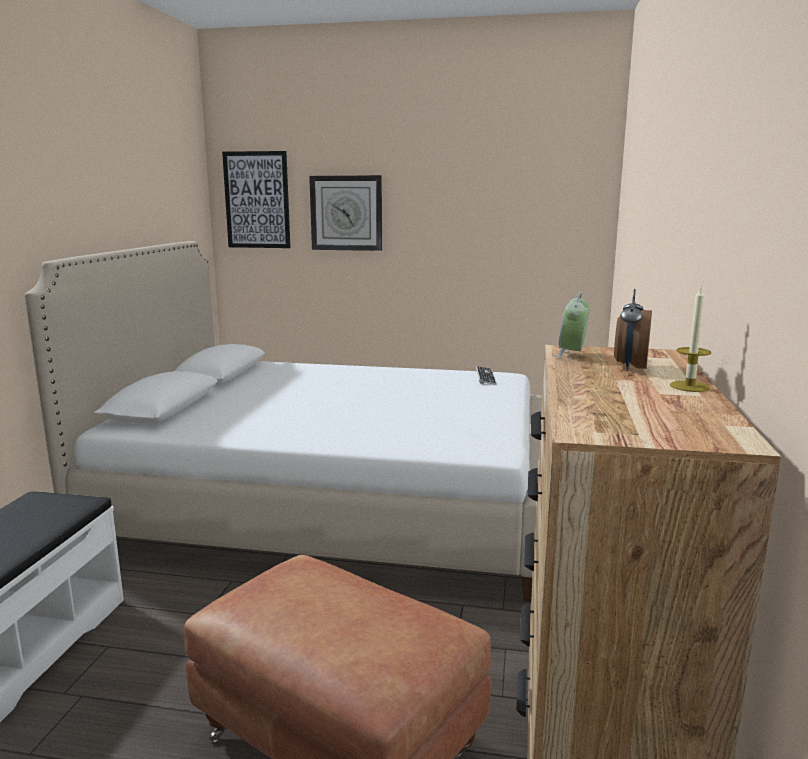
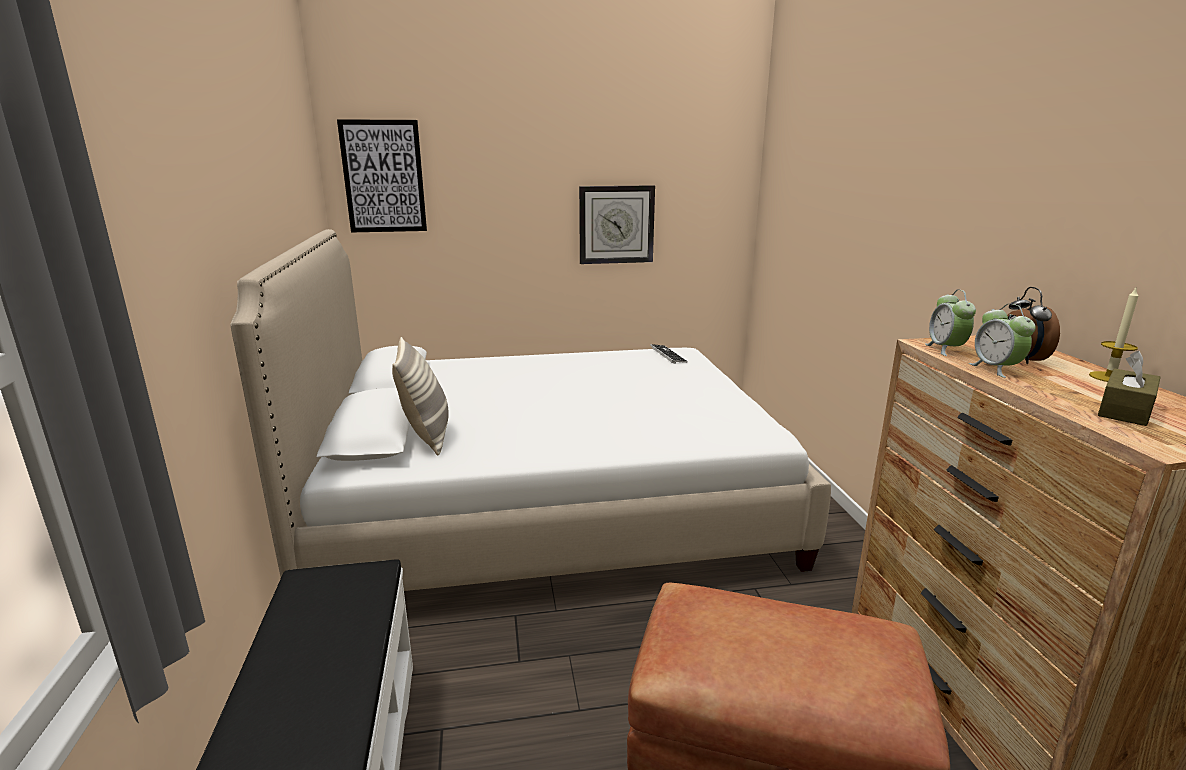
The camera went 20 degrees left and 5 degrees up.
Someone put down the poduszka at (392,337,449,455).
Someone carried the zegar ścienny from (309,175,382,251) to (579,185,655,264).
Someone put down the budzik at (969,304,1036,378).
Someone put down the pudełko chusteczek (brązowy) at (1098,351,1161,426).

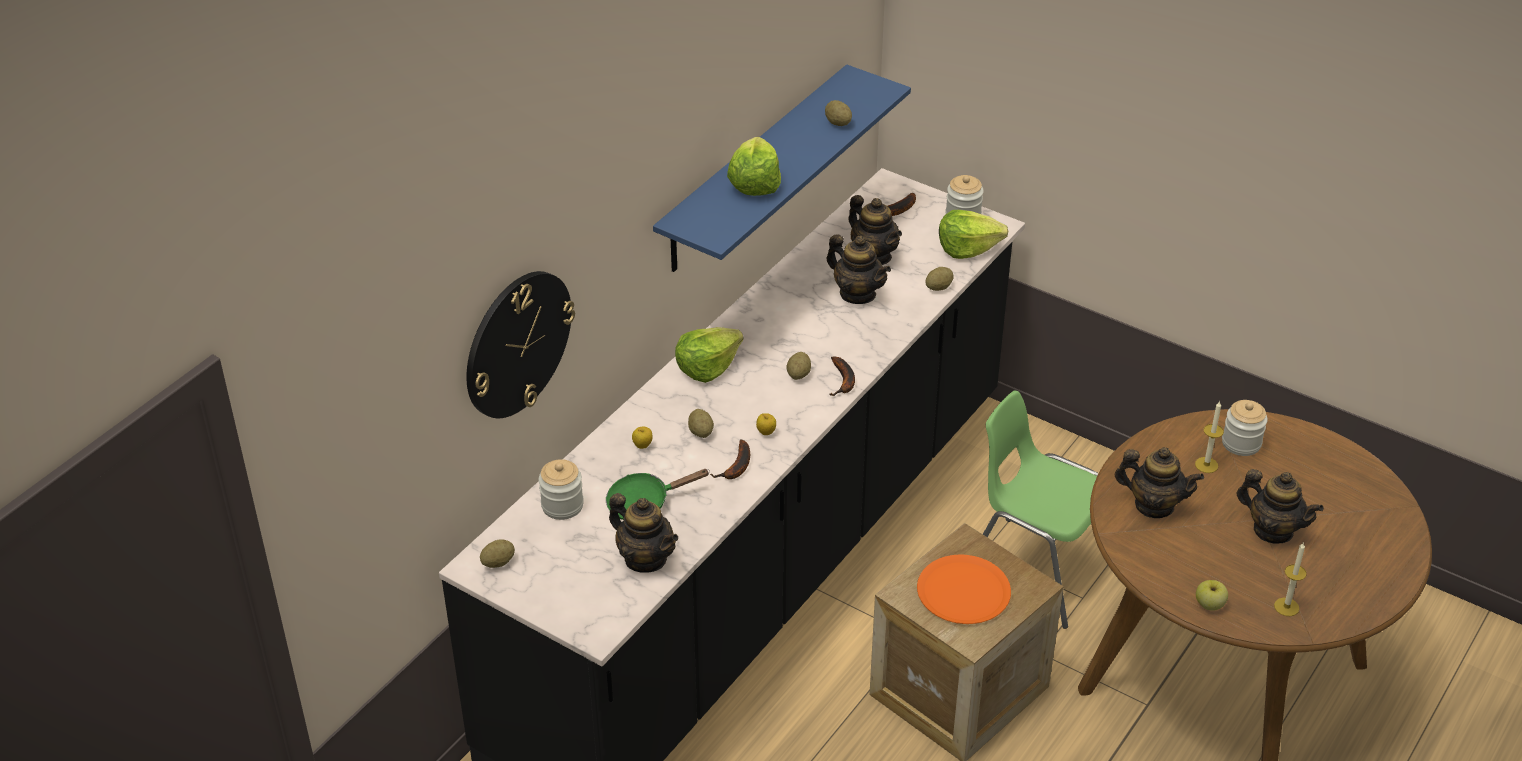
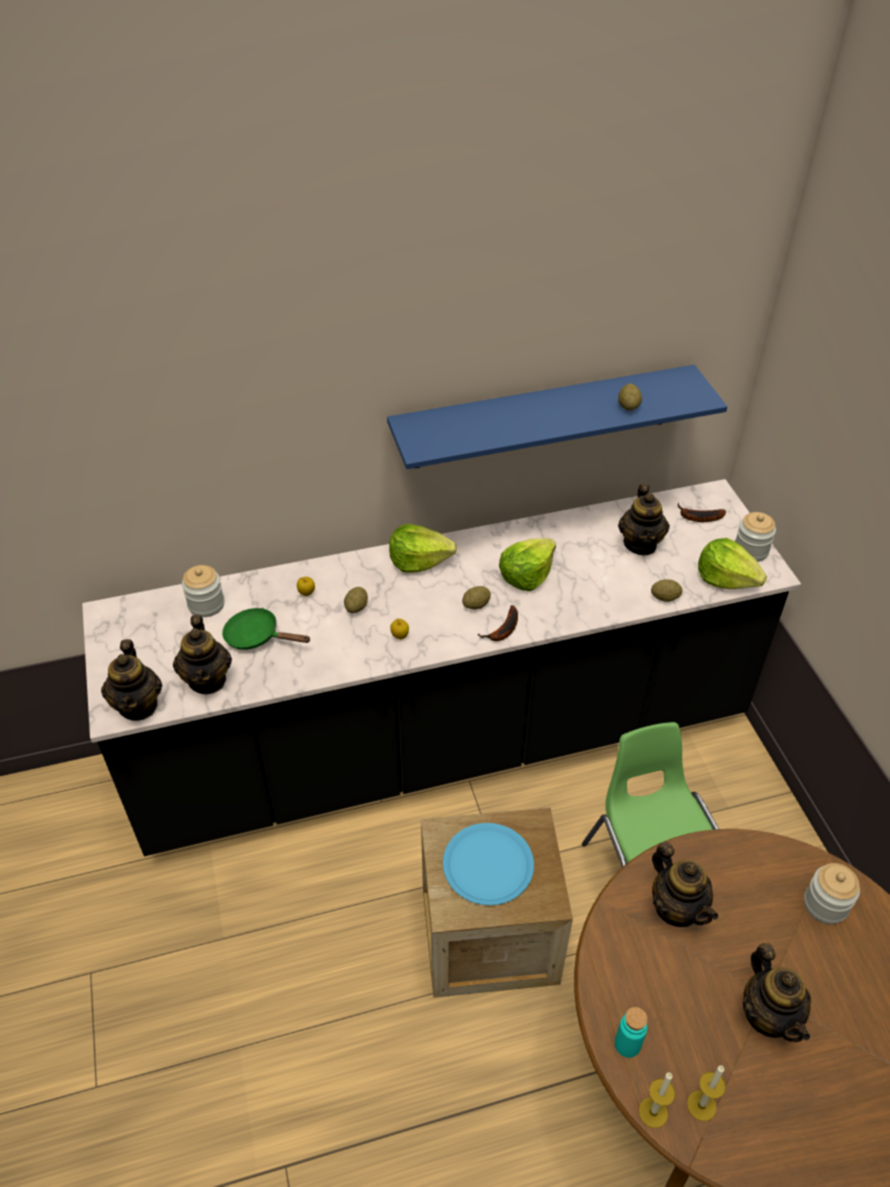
The camera went 40 degrees right and 5 degrees up.
Someone carried the imbryk from (827,234,891,304) to (101,639,162,721).
Someone repainted the talerz (pomarańczowy) at (917,555,1011,624), which became the talerz (niebieski) at (443,823,534,905).
Someone carried the sałata from (727,137,781,196) to (499,538,556,591).
Someone swapped the jabłko at (1196,580,1228,611) for the butelka (turkusowy) at (615,1007,648,1058).
Someone carried the świeca from (1195,401,1224,473) to (639,1073,675,1128).
Someone took away the zegar ścienny at (466,271,575,418).
Someone took away the ziemniak at (480,539,515,568).
Someone took away the banan at (710,439,750,479).

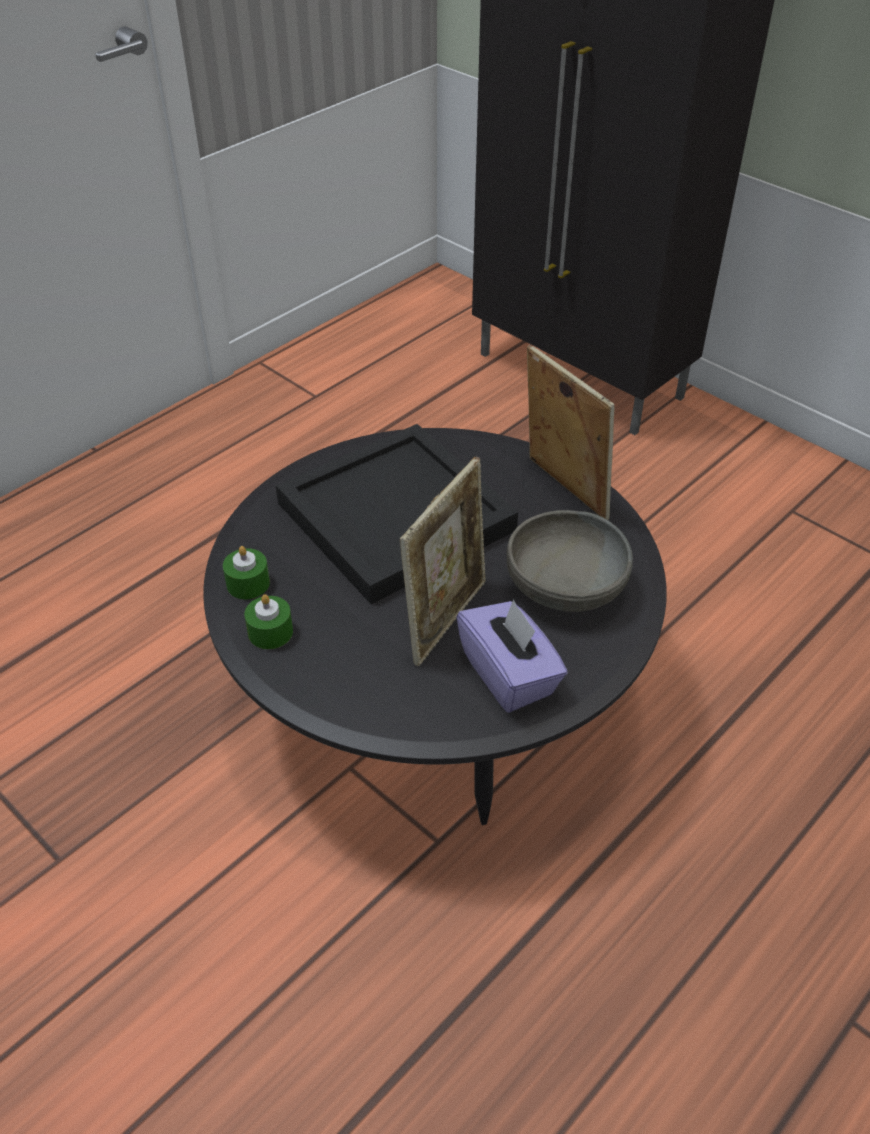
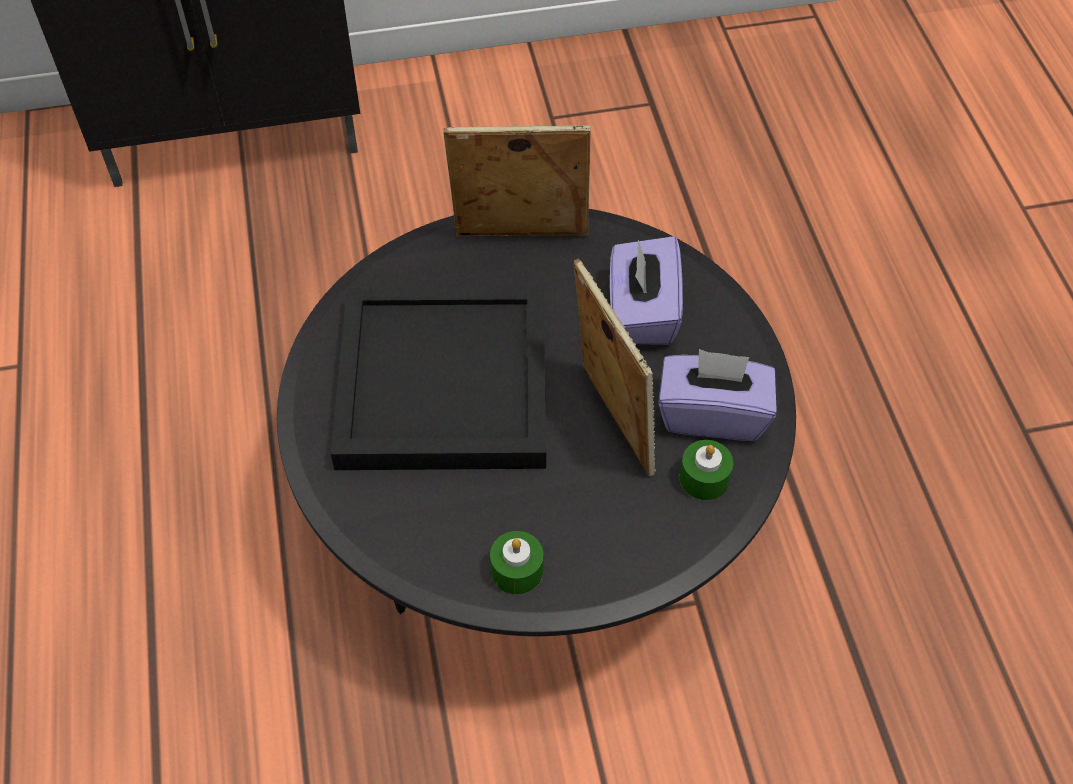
The camera went 55 degrees left and 10 degrees up.
Someone swapped the miska (szary) at (507,510,633,612) for the pudełko chusteczek (fioletowy) at (610,236,683,345).
Someone carried the świeca (zielony) from (223,546,270,599) to (679,440,733,500).

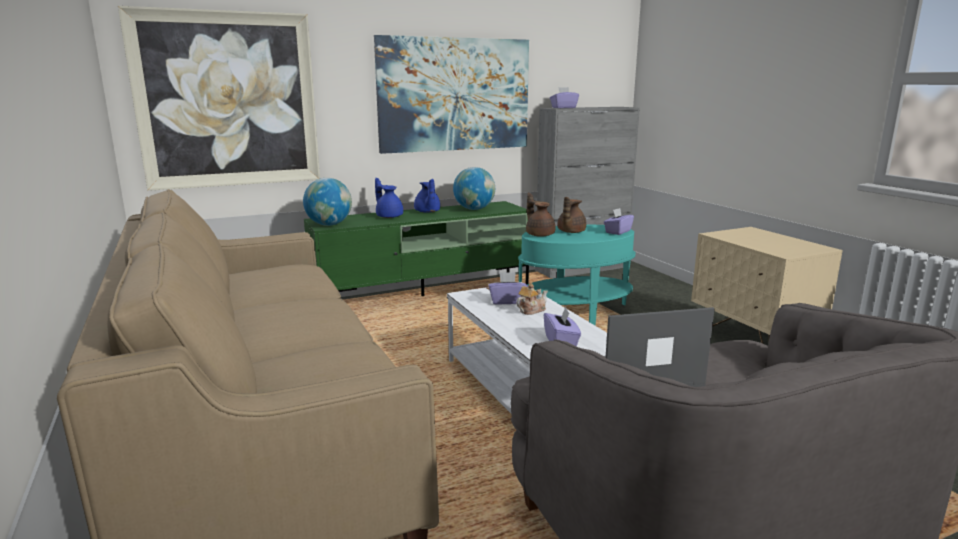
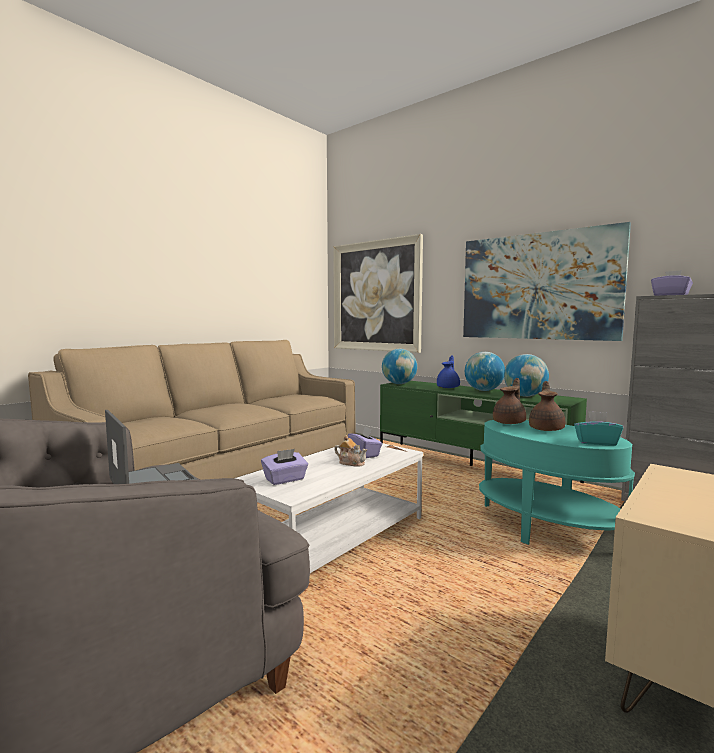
The camera went 65 degrees right and 10 degrees down.
Someone swapped the imbryk (niebieski) at (414,179,440,213) for the globus at (465,352,505,391).
Someone rotated the imbryk (brązowy) at (557,197,586,233) by 105 degrees clockwise.
Someone repainted the pudełko chusteczek (fioletowy) at (604,208,634,235), which became the pudełko chusteczek (turkusowy) at (574,411,623,446).

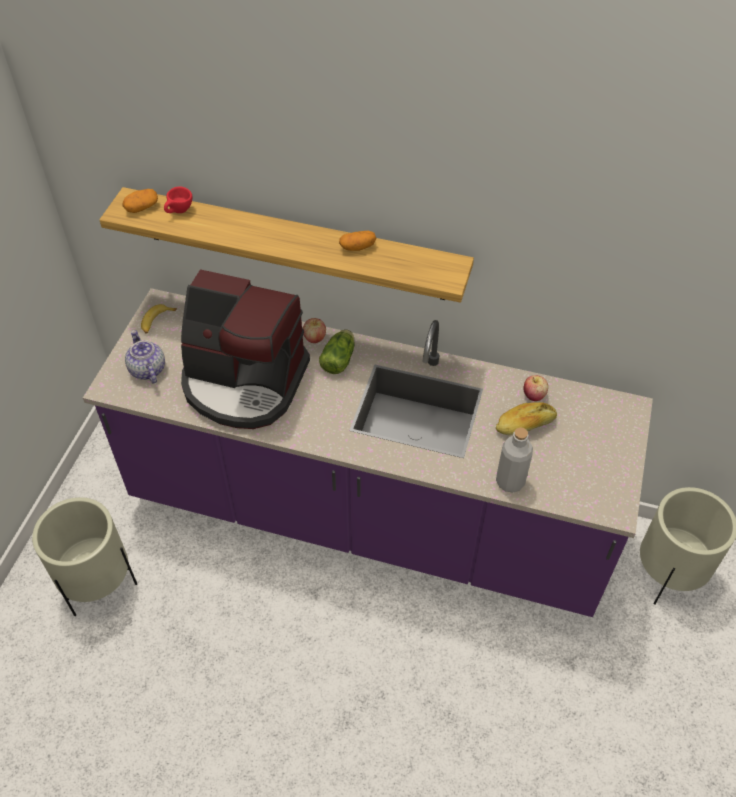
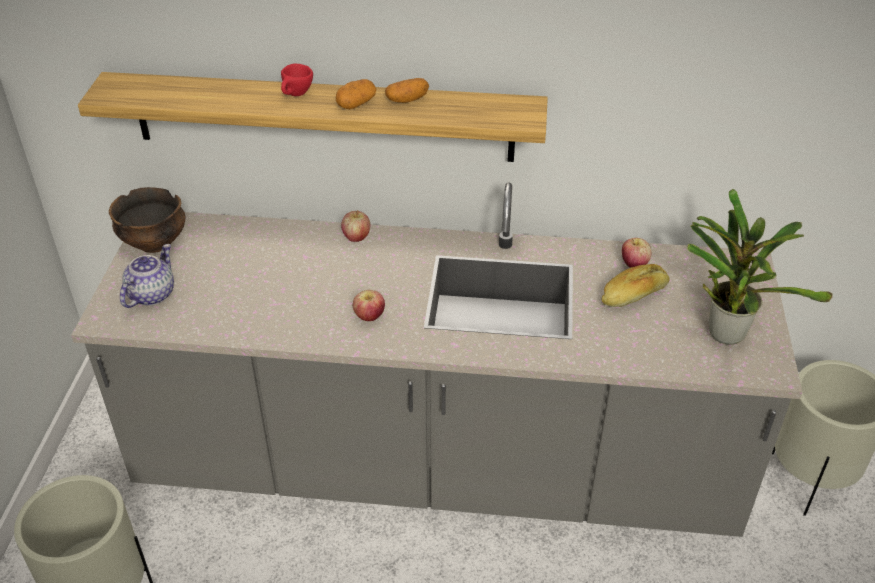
The camera went 10 degrees left and 10 degrees down.
Someone repainted the zabudowa kuchenna (fioletowy) at (83,288,653,617), which became the zabudowa kuchenna (szary) at (71,182,803,537).
Someone swapped the banan at (141,304,177,334) for the miska at (109,187,186,253).
Someone rotated the imbryk at (125,330,165,384) by 60 degrees clockwise.
Someone carried the filiżanka (czerwony) from (164,186,192,213) to (281,64,313,96).
Someone carried the ziemniak from (123,189,158,213) to (336,79,376,109).
Someone put down the jabłko at (353,290,385,321).
Someone put down the roślina doniczkowa at (687,189,833,345).
Someone took away the ekspres do kawy at (181,269,310,429).
Someone took away the sałata at (319,329,355,374).
Someone took away the butelka (szary) at (496,427,533,493).

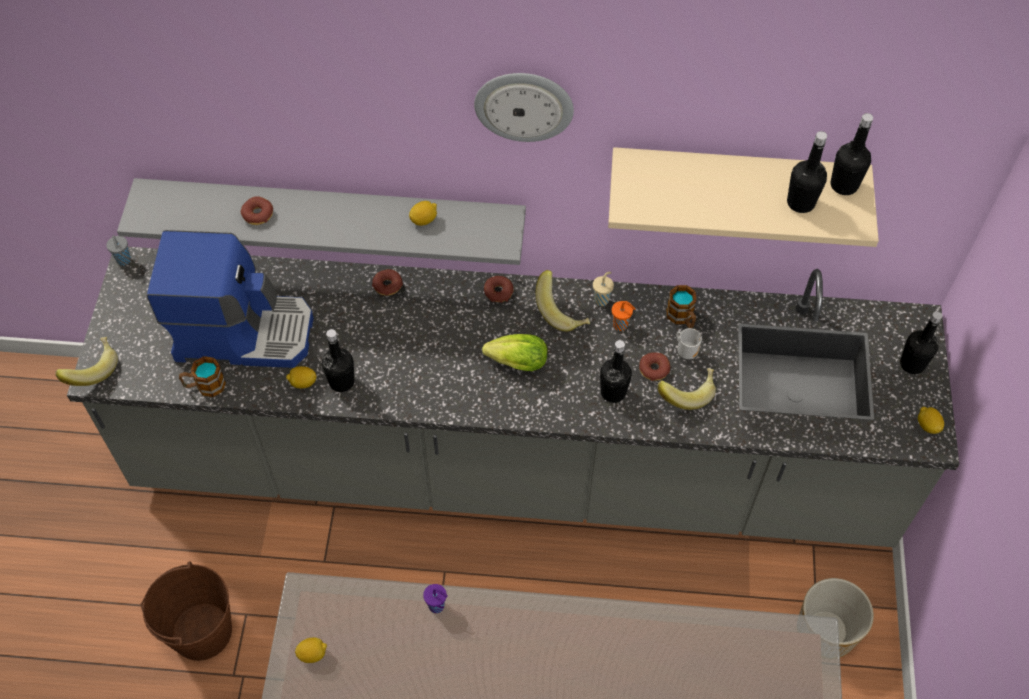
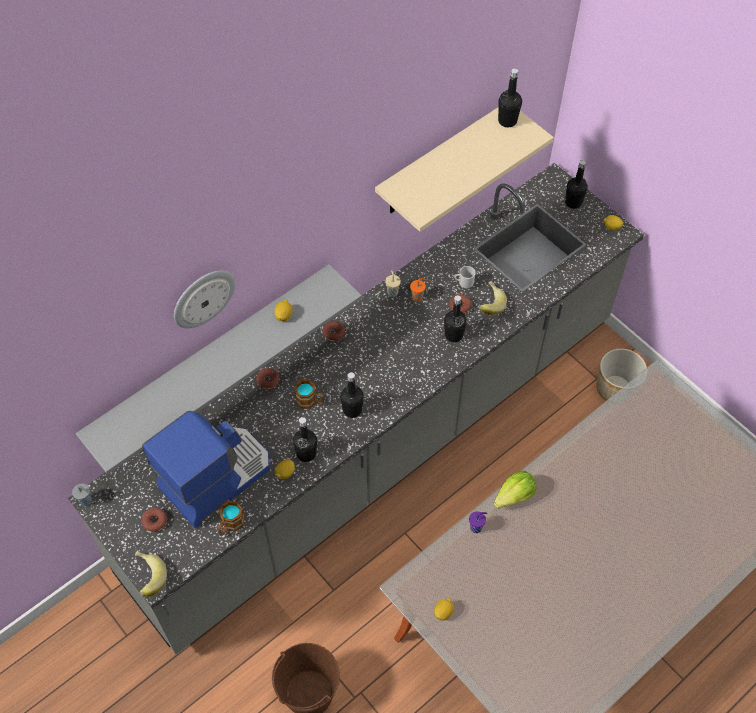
The camera went 45 degrees left and 0 degrees up.
Someone carried the donut from (241,196,273,225) to (142,508,168,532).
Someone carried the zegar ścienny from (474,73,574,142) to (174,270,236,328).
Someone carried the kubek from (666,285,697,328) to (295,379,324,409).
Someone carried the butelka (czarny) from (787,131,827,213) to (340,372,364,418).
Someone carried the sałata from (482,334,548,371) to (494,471,536,509).
Someone took away the banan at (536,270,590,332).

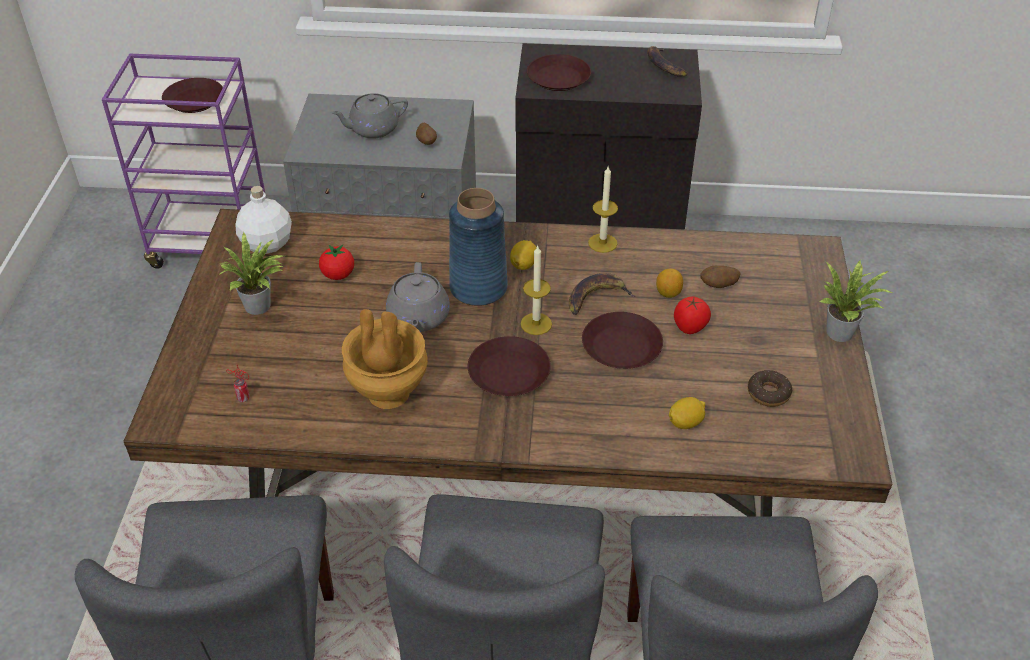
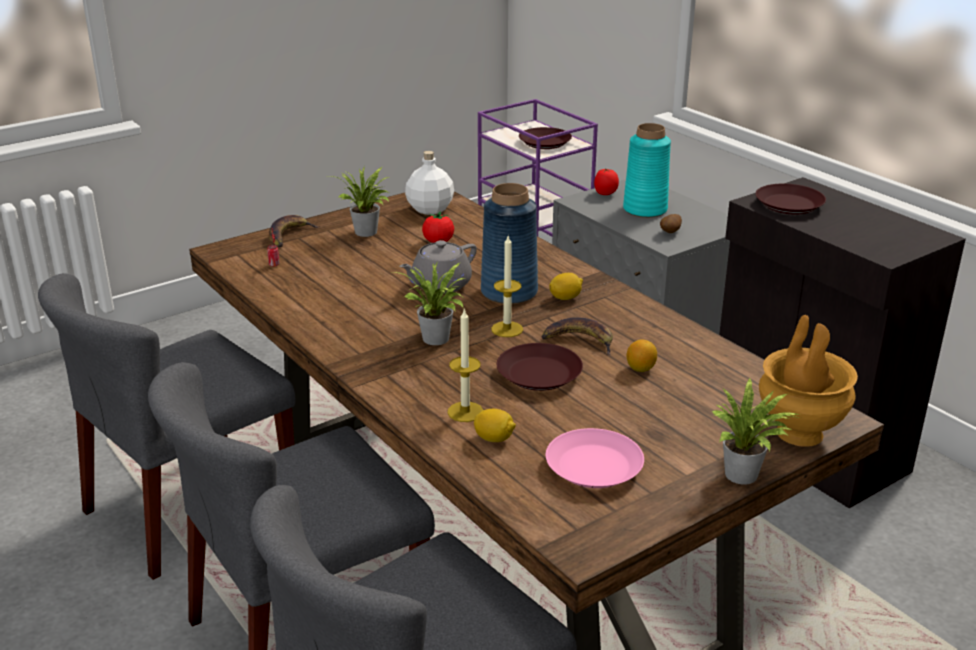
The camera went 50 degrees right and 15 degrees down.
Someone carried the banan from (647,46,688,77) to (269,215,320,247).
Someone swapped the talerz (brązowy) at (468,336,551,396) for the roślina doniczkowa at (392,262,465,345).
Someone carried the świeca from (588,166,618,253) to (447,308,483,422).
Someone swapped the donut at (748,370,792,407) for the talerz (różowy) at (546,428,644,488).
Someone carried the pomidor from (674,296,711,334) to (594,169,619,195).
Someone swapped the imbryk (szary) at (331,93,408,139) for the wazon (turkusowy) at (623,123,671,218).
Someone carried the wazon (brązowy) from (342,309,428,409) to (759,315,858,447).
Someone took away the ziemniak at (700,266,741,288).

